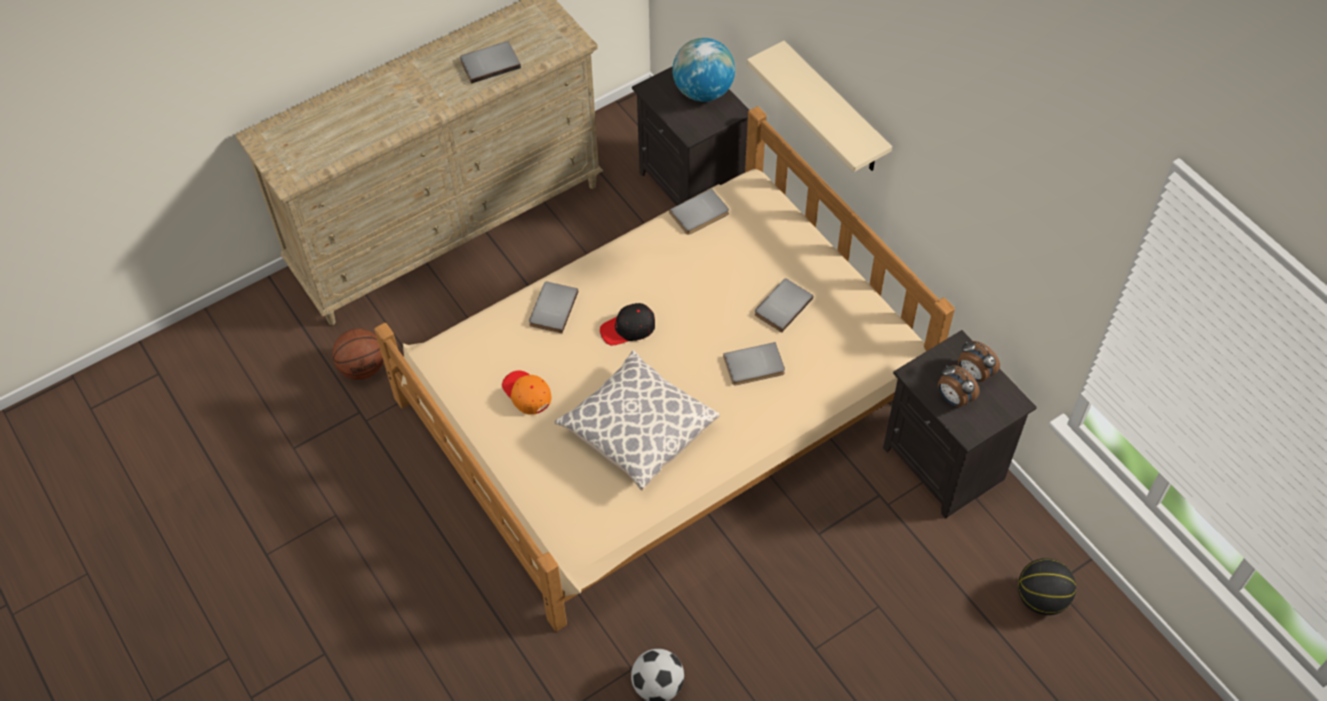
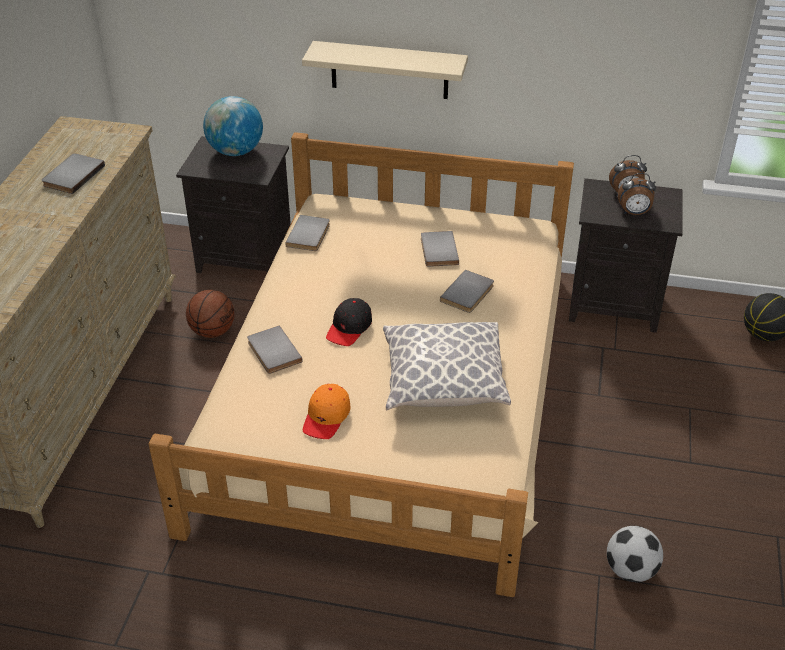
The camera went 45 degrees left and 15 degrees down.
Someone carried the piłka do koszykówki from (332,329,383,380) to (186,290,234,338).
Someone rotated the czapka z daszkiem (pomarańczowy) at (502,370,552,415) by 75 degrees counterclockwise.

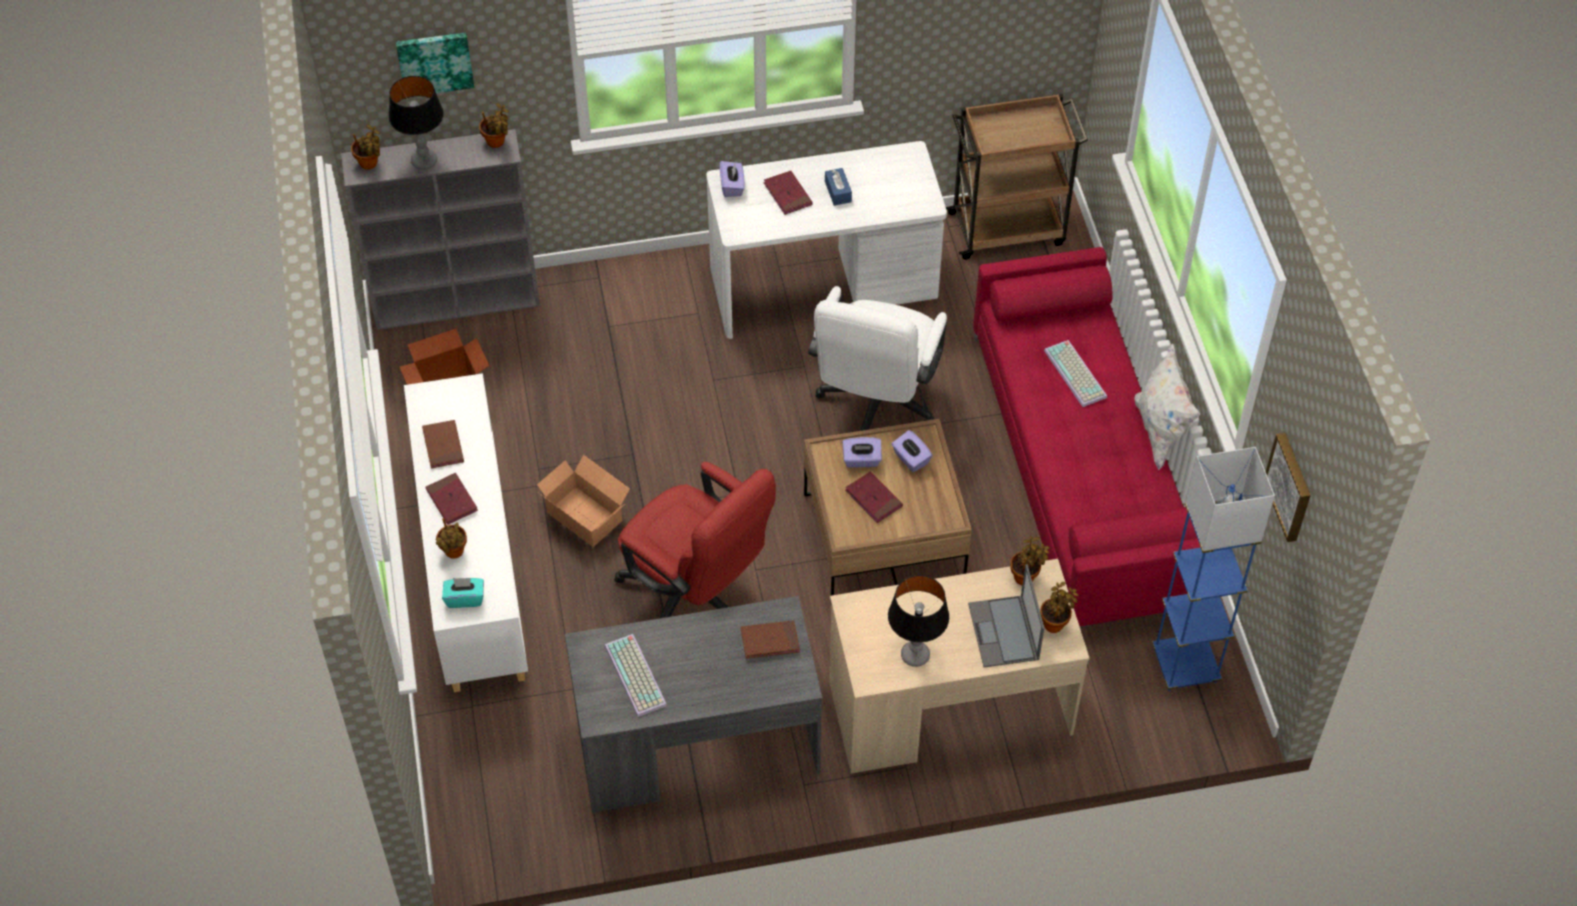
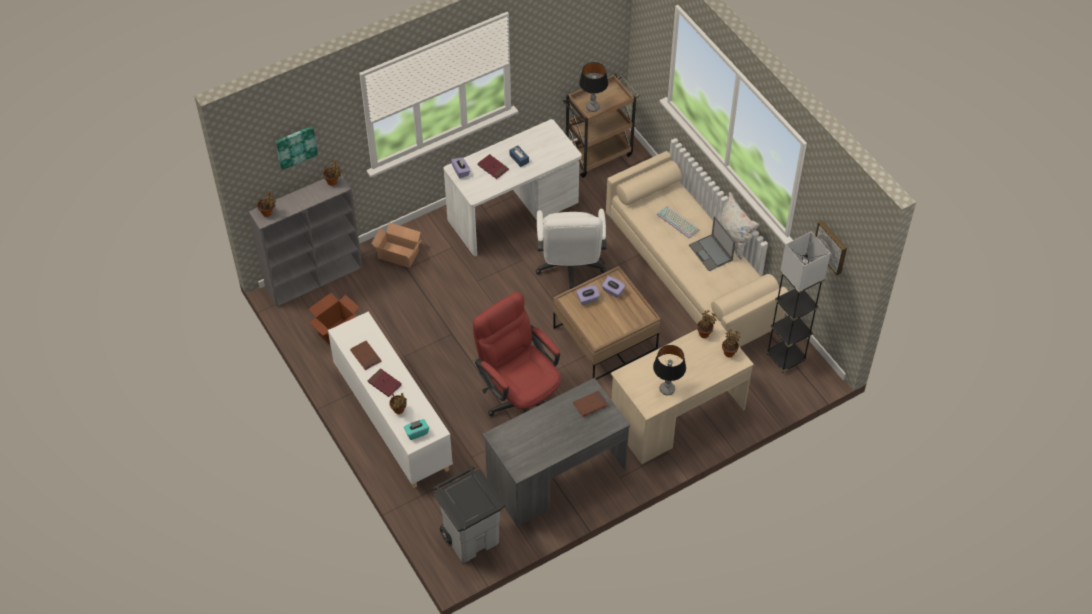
The camera went 20 degrees left and 0 degrees up.
Someone carried the karton from (537,455,630,547) to (371,222,421,268).
Someone put down the kosz na śmieci (szary) at (433,466,505,563).
Someone rotated the krzesło biurowe (czerwony) at (615,462,776,619) by 150 degrees counterclockwise.
Someone carried the lampa stołowa from (389,76,444,170) to (579,62,608,112).
Someone repainted the kanapa (czerwony) at (973,247,1200,628), which became the kanapa (beżowy) at (606,151,788,347).
Someone carried the laptop from (968,564,1044,667) to (689,216,735,271).
Someone repainted the lampa stojąca (niebieski) at (1152,447,1275,691), which became the lampa stojąca (szary) at (766,232,830,373).
Someone took away the klawiatura at (605,634,667,717).
Someone took away the książka (czerwony) at (845,472,903,523).

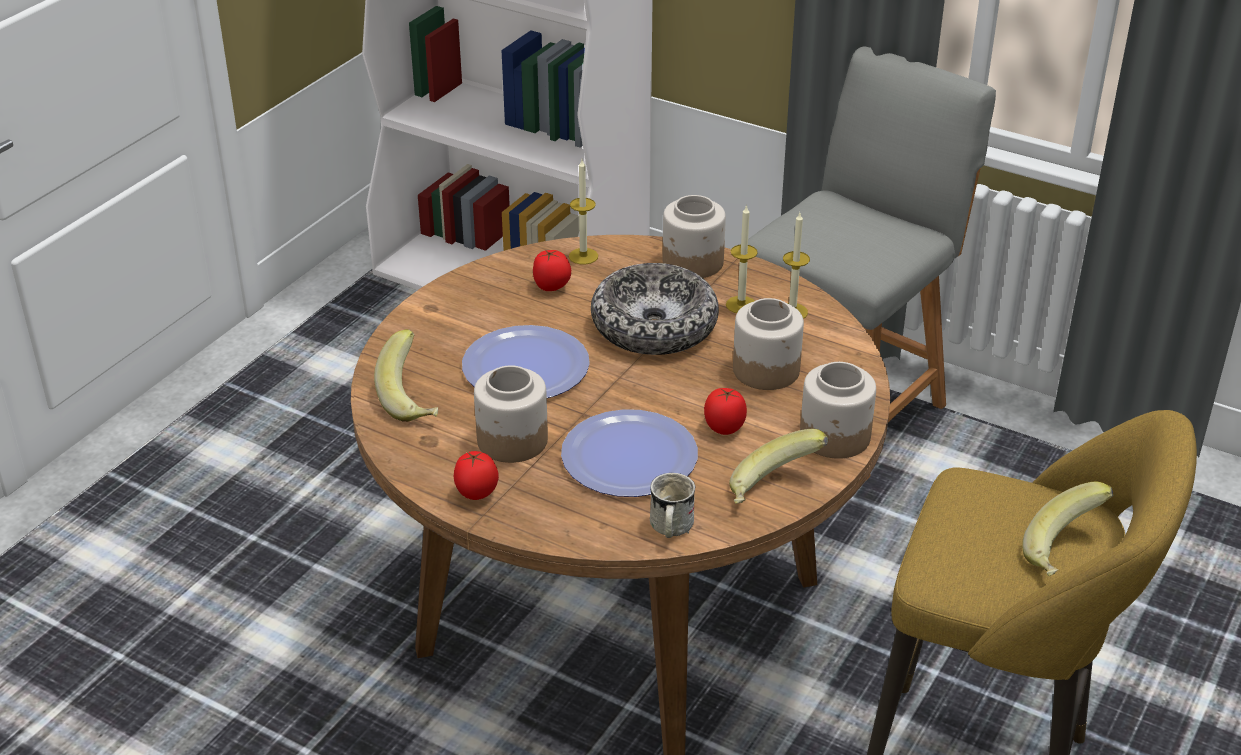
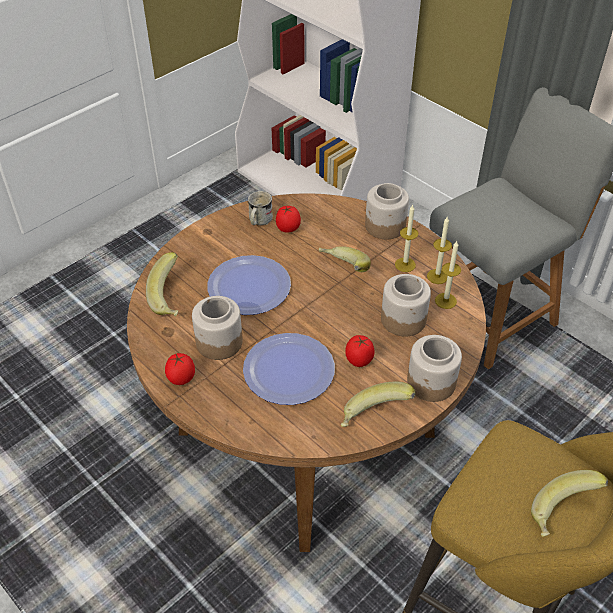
The camera went 15 degrees right and 10 degrees up.
Someone carried the kubek (biały) from (650,473,696,538) to (248,191,273,225).
Someone swapped the miska at (591,263,719,355) for the banan at (318,246,371,272).
Someone carried the świeca from (569,160,598,265) to (435,241,461,309).

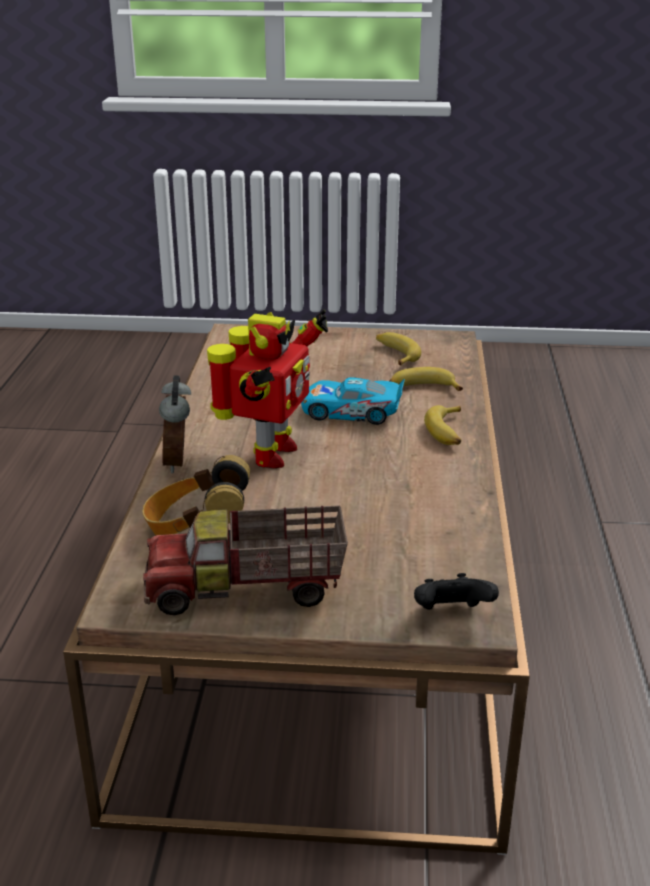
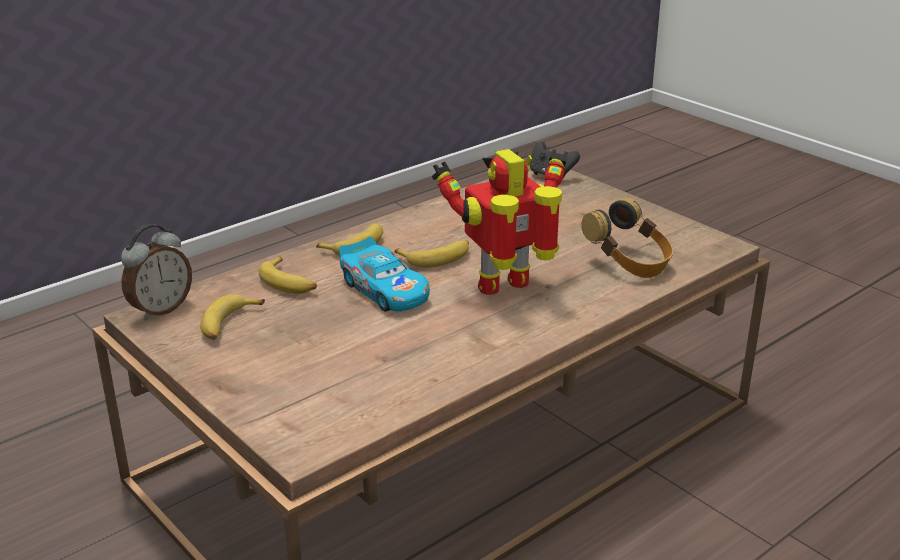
The camera went 135 degrees left and 0 degrees up.
Someone carried the budzik from (159,375,191,473) to (121,224,192,320).
Someone put down the banan at (394,240,469,268).
Someone took away the ciężarówka zabawkowa at (143,505,348,616).

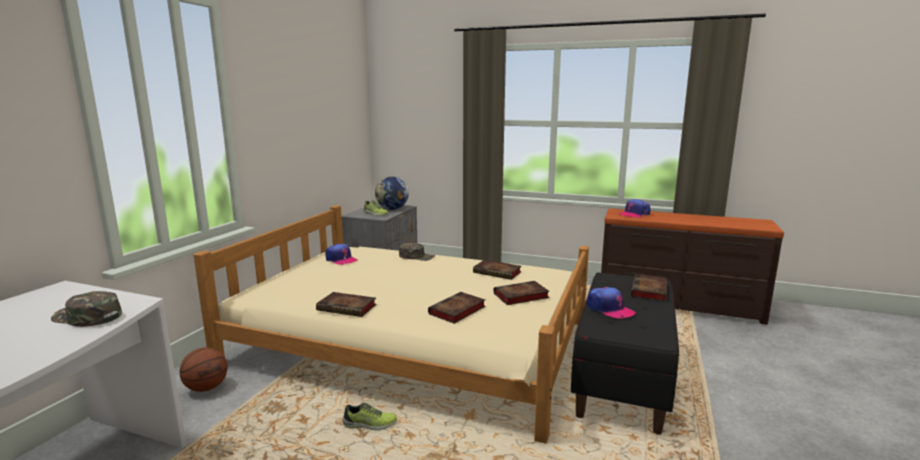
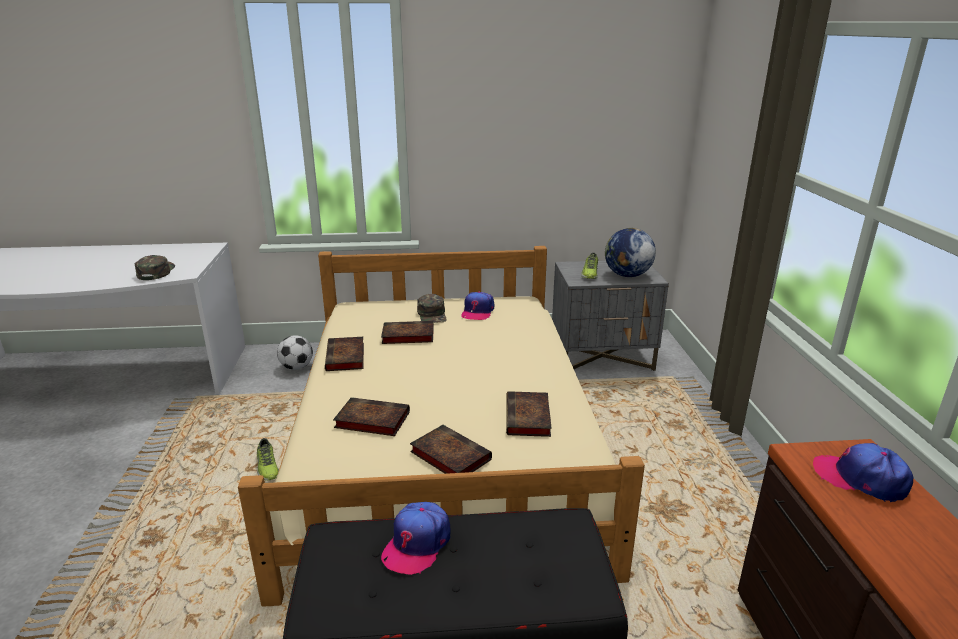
The camera went 65 degrees right and 10 degrees up.
Someone swapped the piłka do koszykówki at (180,347,228,392) for the piłka futbolowa at (277,335,313,370).
Someone carried the książka from (631,274,667,302) to (381,321,434,344).
Someone carried the czapka z daszkiem (zielony) from (399,243,435,261) to (417,294,447,323).

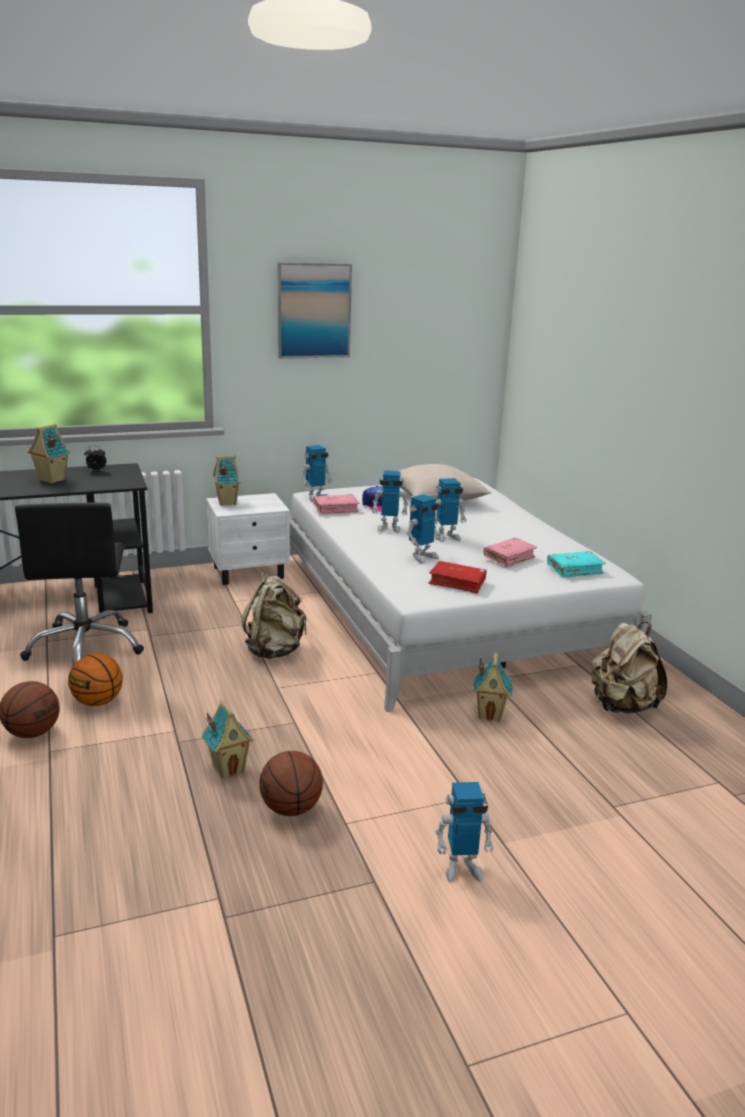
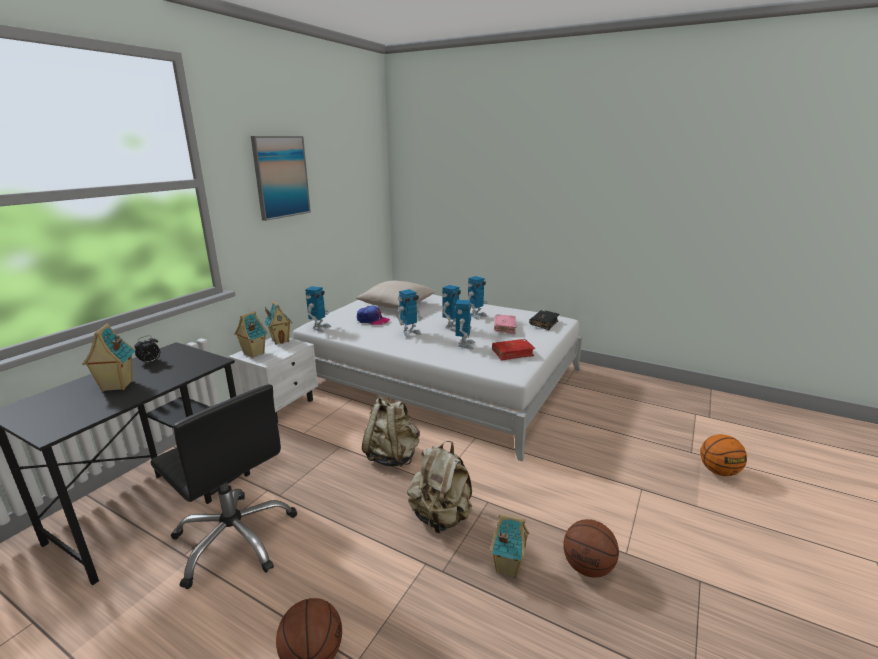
The camera went 40 degrees left and 0 degrees up.
Someone carried the domek from (473,652,512,721) to (264,301,292,345).
Someone carried the plecak (beżowy) from (591,622,667,713) to (407,441,472,533).
Someone carried the robot zabawkowy from (436,782,494,883) to (468,276,488,320).
Someone repainted the książka (turkusowy) at (547,551,606,578), which became the książka (czarny) at (529,310,560,330).
Someone carried the piłka do koszykówki from (68,654,123,706) to (700,434,747,476).
Someone took away the książka (różowy) at (313,494,360,515).

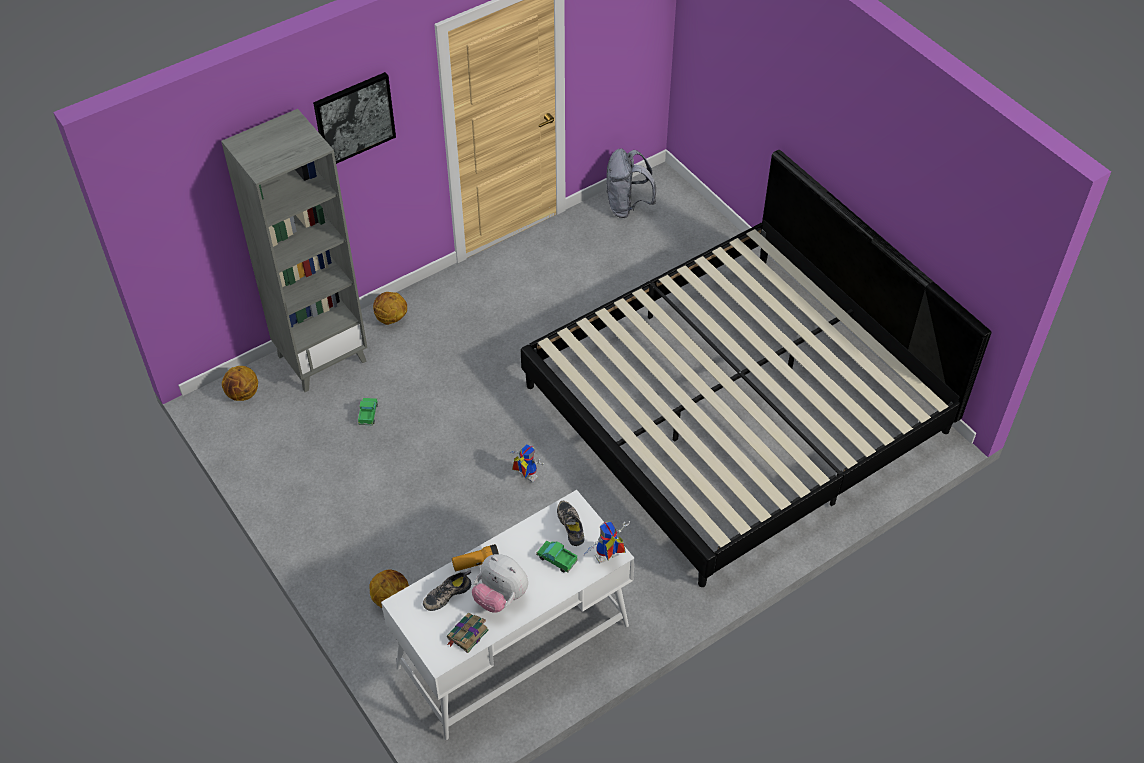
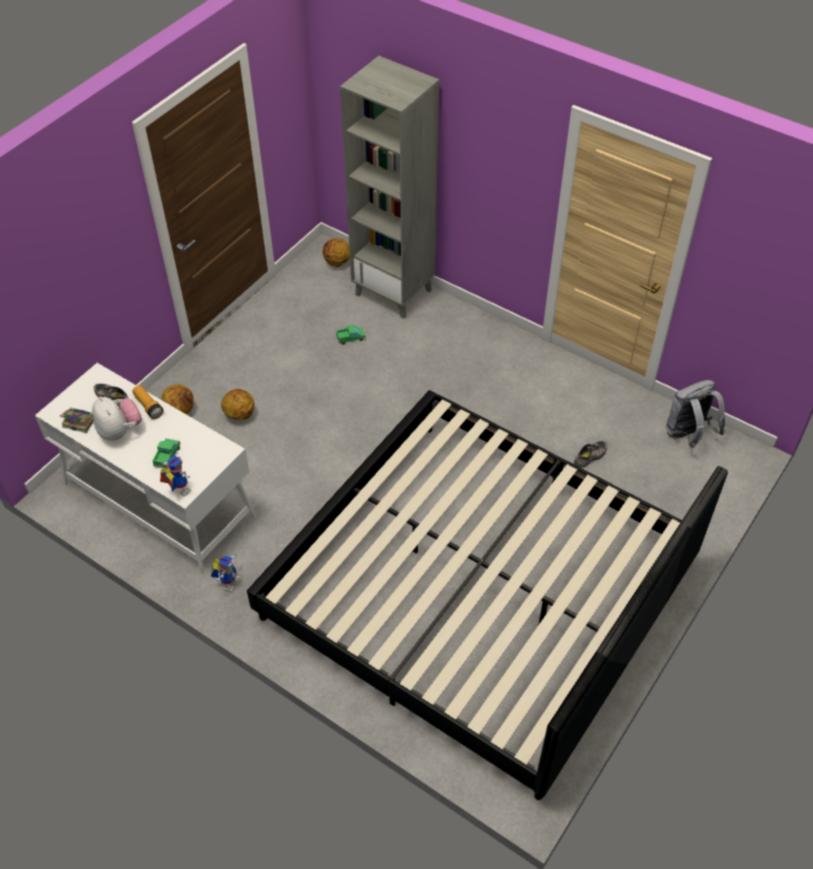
The camera went 70 degrees right and 0 degrees up.
Someone rotated the pluszak at (472,554,528,613) by 135 degrees clockwise.
Someone carried the robot zabawkowy from (508,444,544,483) to (211,554,239,592).
Someone carried the piłka do koszykówki from (373,292,407,325) to (221,389,254,419).
Someone carried the but from (557,500,584,546) to (574,441,607,468).
Someone took away the obraz at (313,72,396,164).

